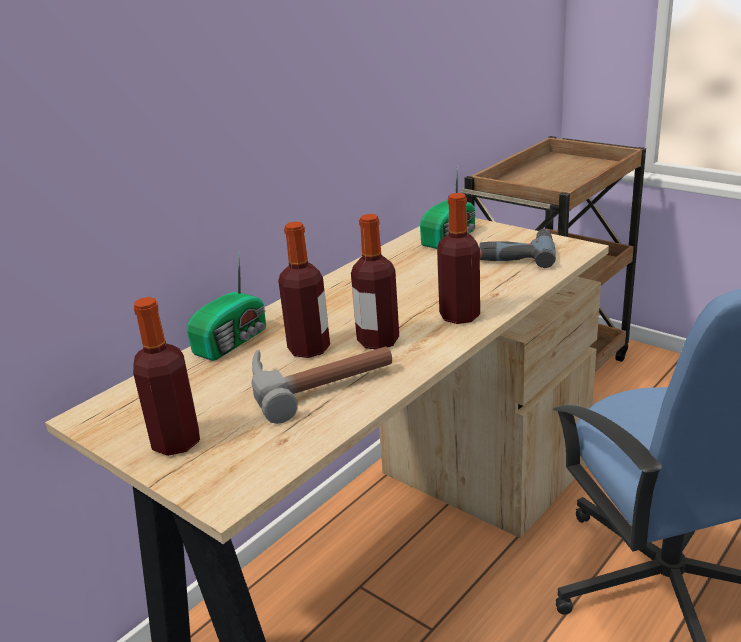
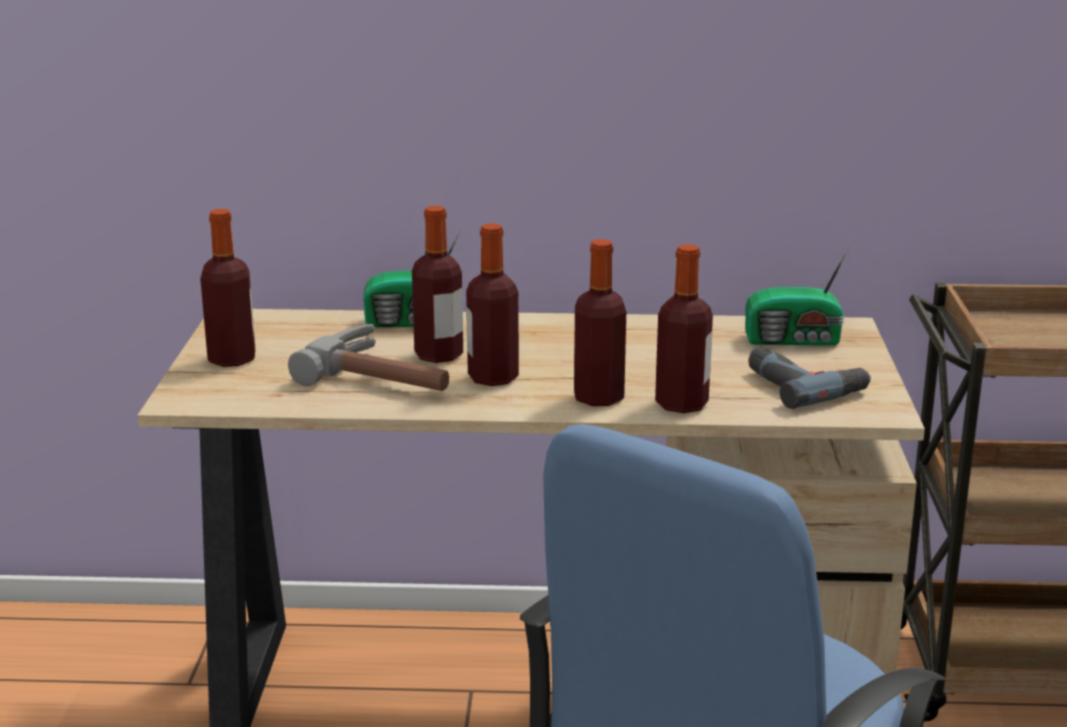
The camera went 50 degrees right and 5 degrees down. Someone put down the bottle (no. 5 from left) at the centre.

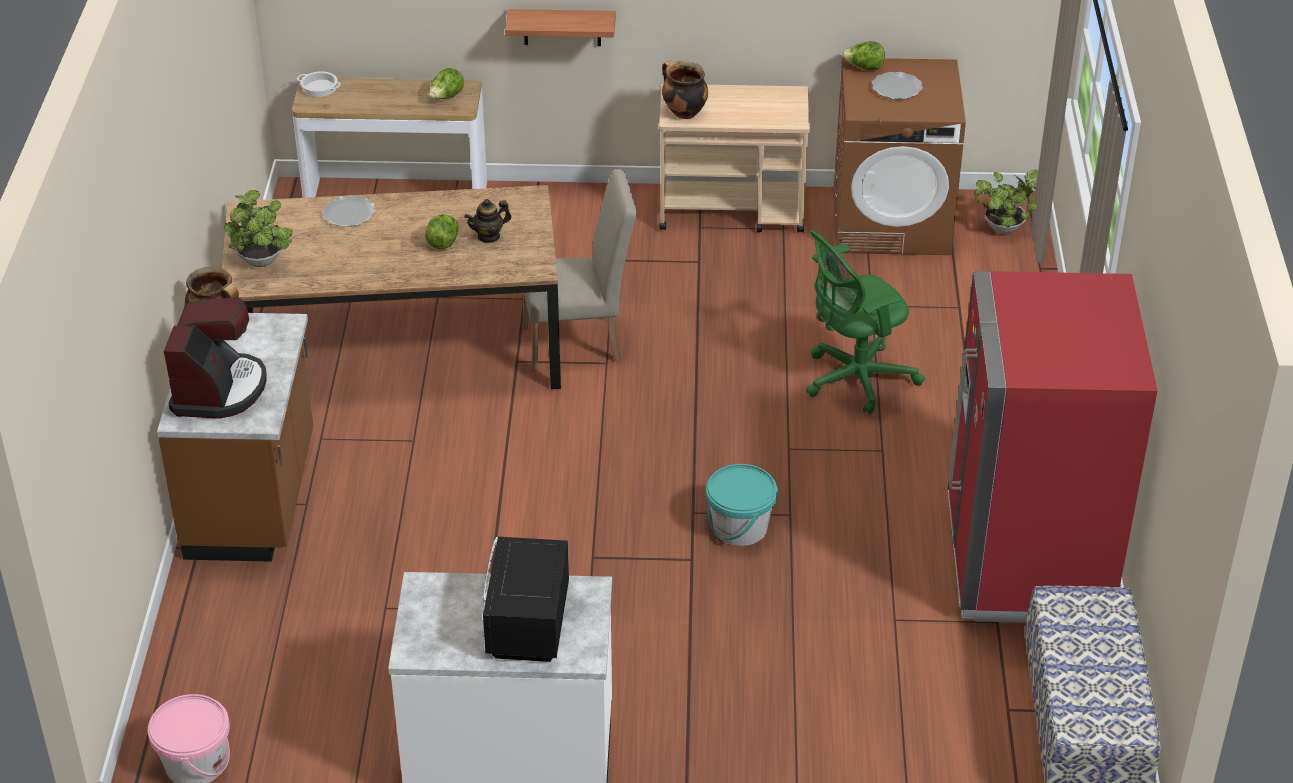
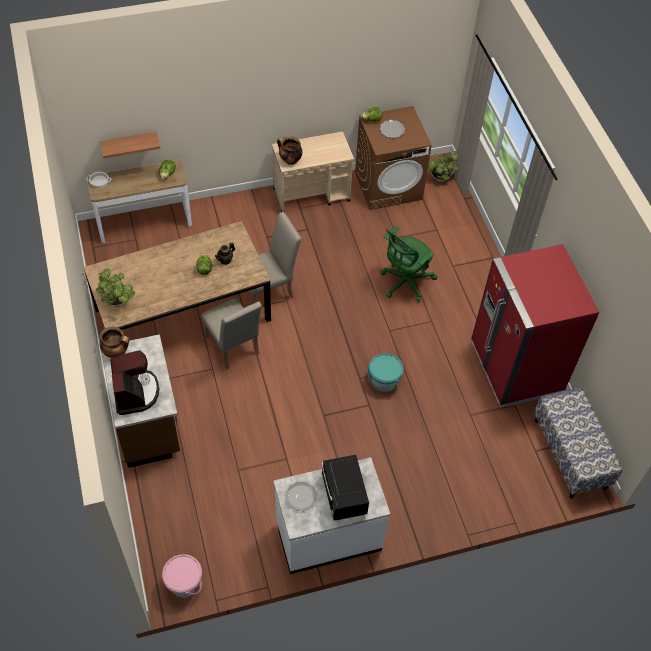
The camera went 20 degrees left and 15 degrees up. Someone carried the plate (no. 1 from left) from the top left to the bottom centre. Someone carried the shelf from the top centre to the top left. Someone put down the beige chair (no. 1 from left) at the centre.

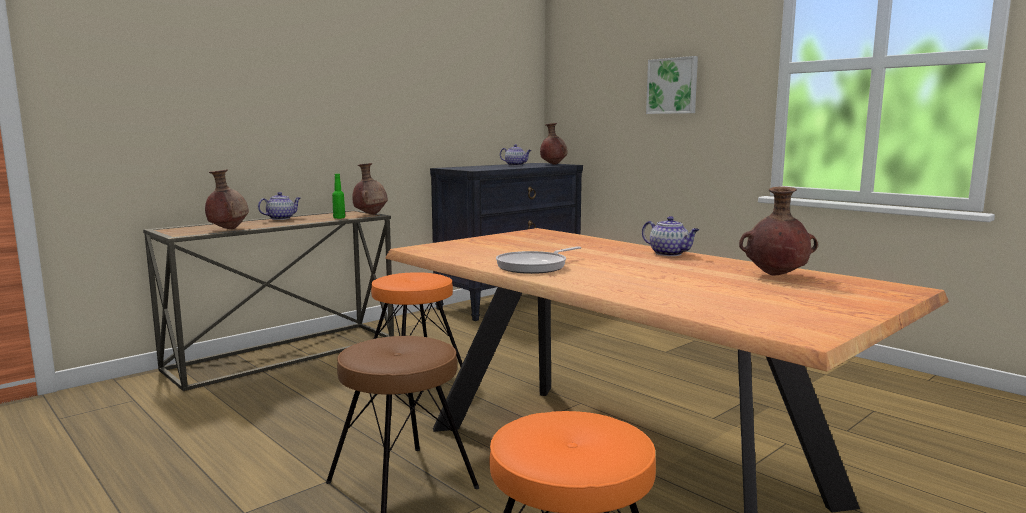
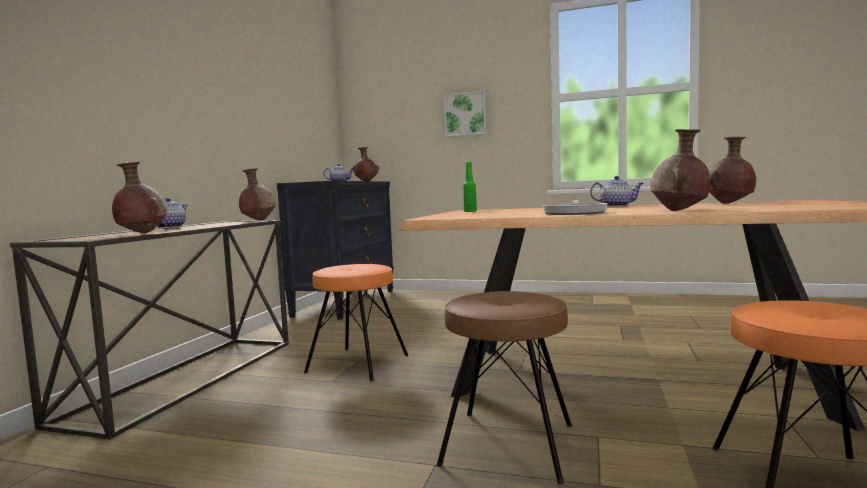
The camera went 30 degrees left and 5 degrees down. Someone carried the green bottle from the middle left to the centre. Someone put down the brown vase (no. 4 from left) at the middle right.

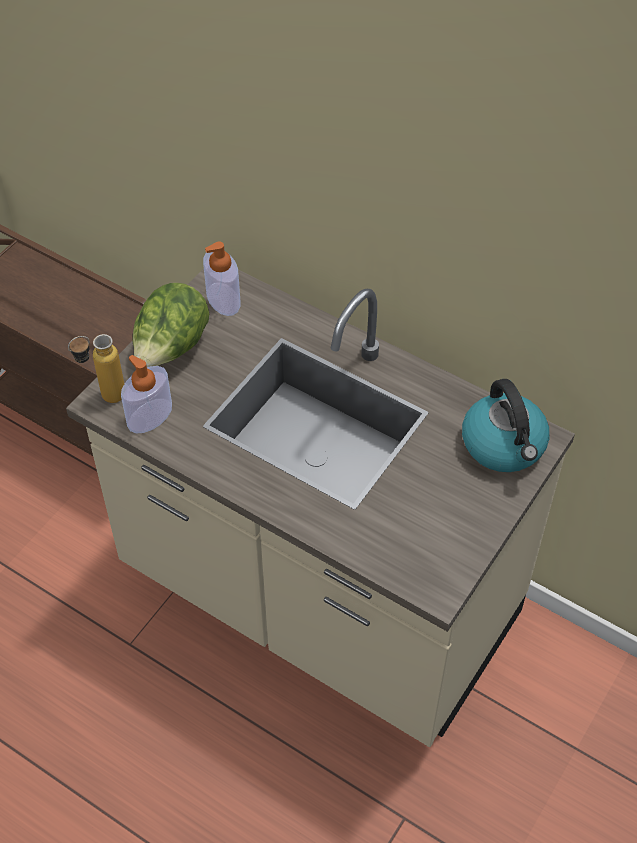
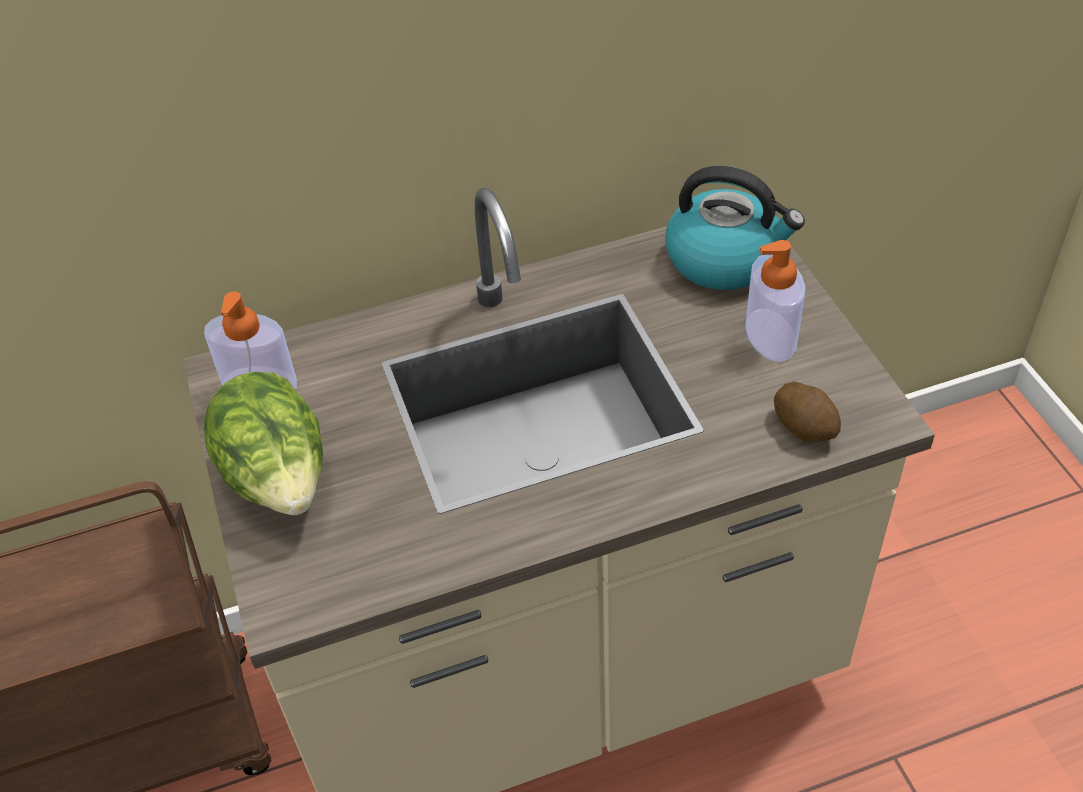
The camera went 50 degrees left and 5 degrees down. Someone took away the bottle at the middle left. Someone carried the soap dispenser (no. 1 from left in the first image) from the middle left to the middle right. Someone put down the potato at the middle right.

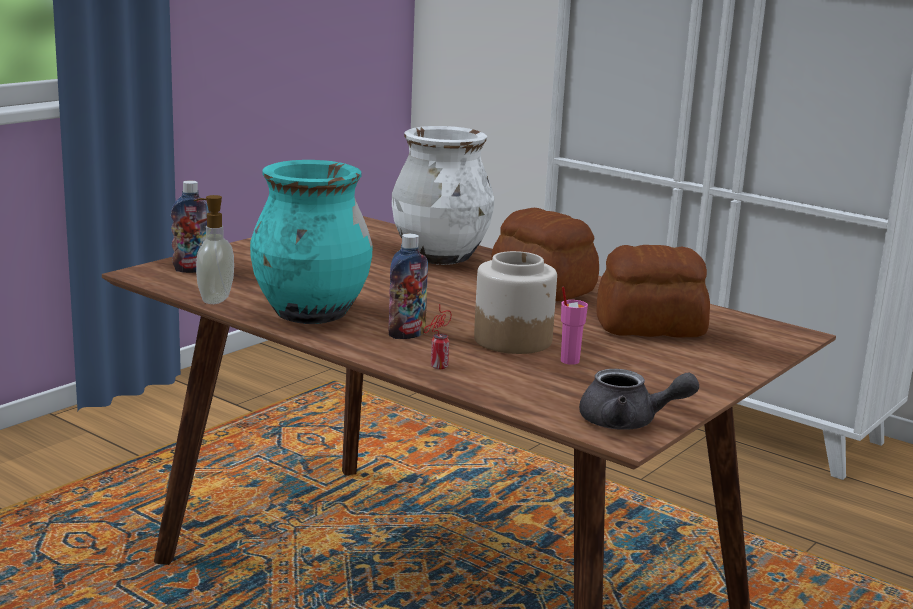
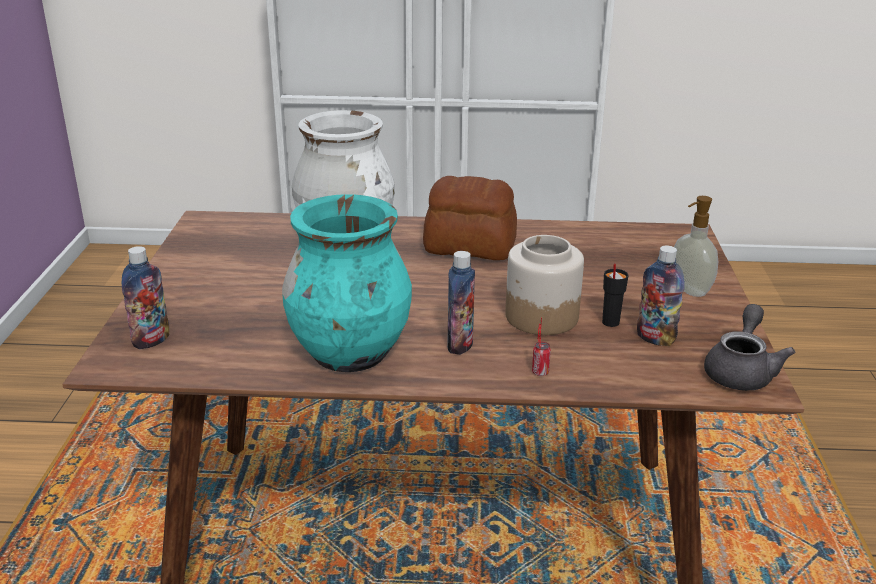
The camera went 35 degrees left and 10 degrees up. Someone carried the soap dispenser from the middle left to the middle right. Someone repainted the pink cup at the centre, which became the black cup at the middle right. Someone rotated the grey teapot at the middle right by 45 degrees counterclockwise. Someone took away the bread (no. 2 from left) at the middle right. Someone put down the bottle (no. 3 from left) at the middle right.

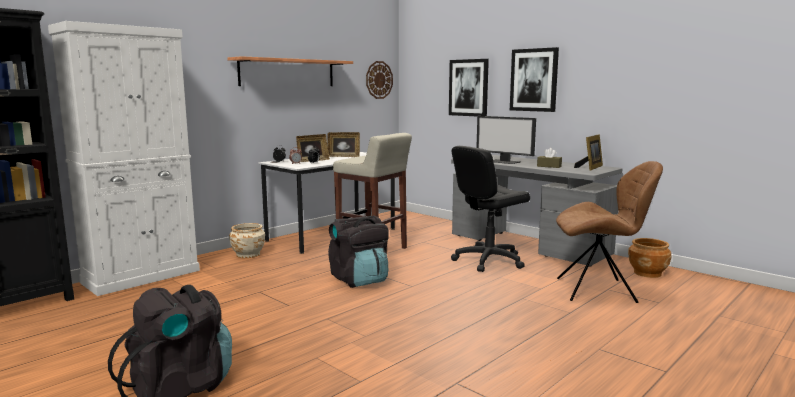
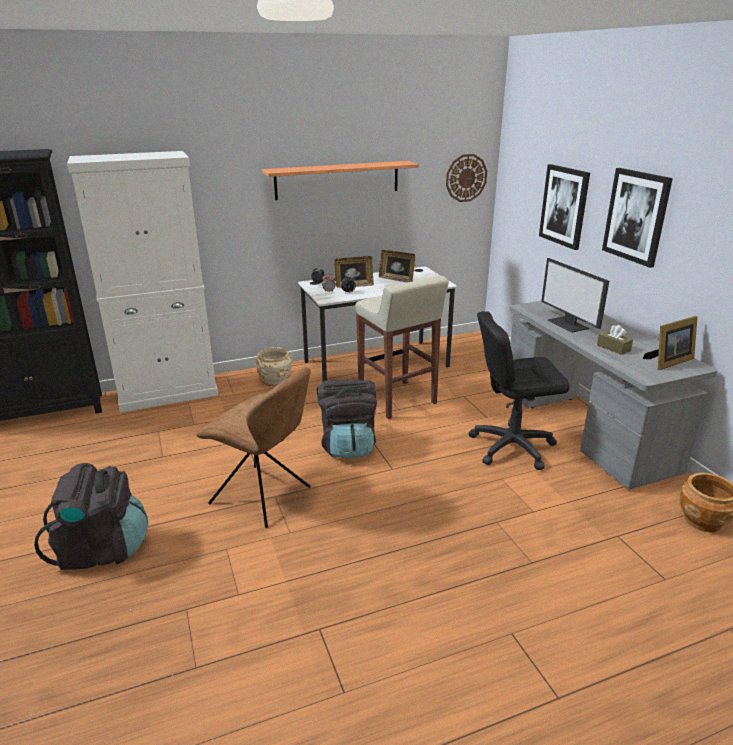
The camera went 25 degrees right and 15 degrees up. Someone carried the brown chair from the middle right to the centre.

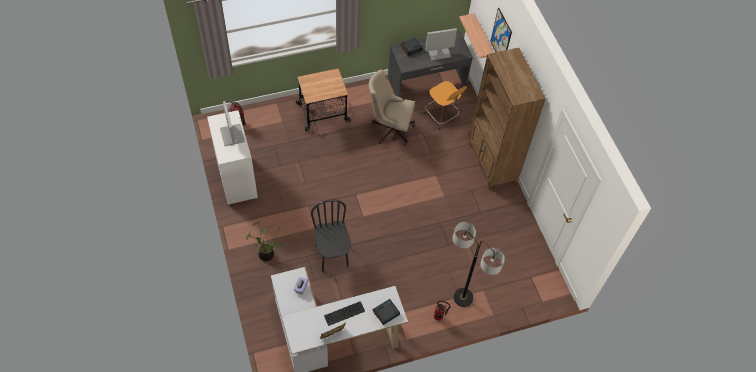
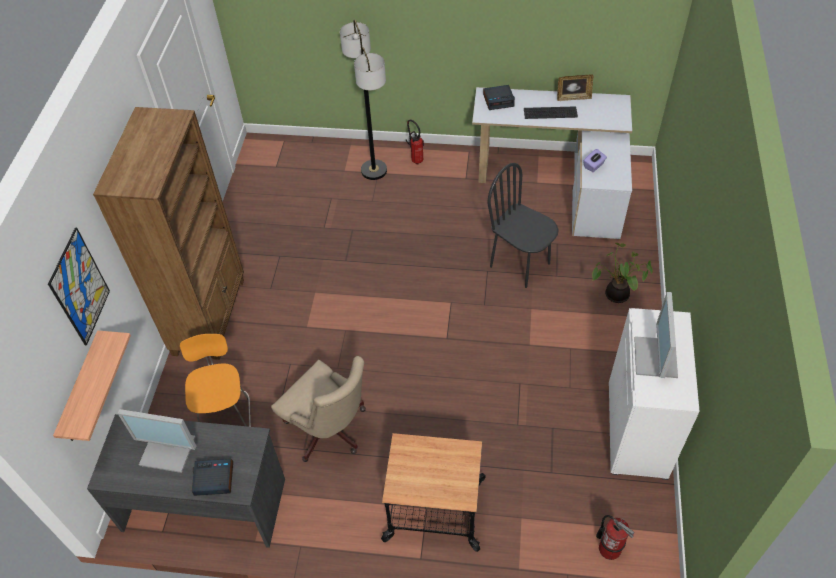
The camera went 150 degrees left and 5 degrees down. Someone rotated the black chair at the centre by 120 degrees clockwise.

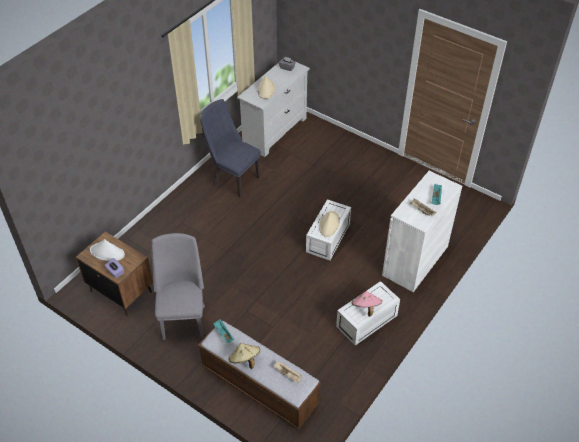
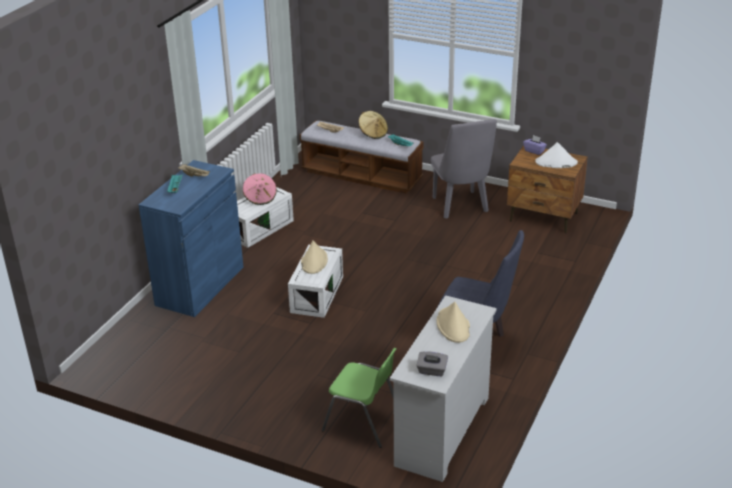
The camera went 170 degrees right and 15 degrees down. Someone repainted the white cabinet at the middle right, which became the blue cabinet at the middle left. Someone put down the green chair at the bottom centre.

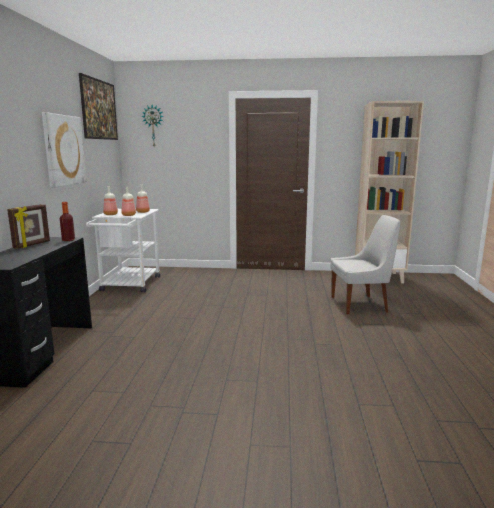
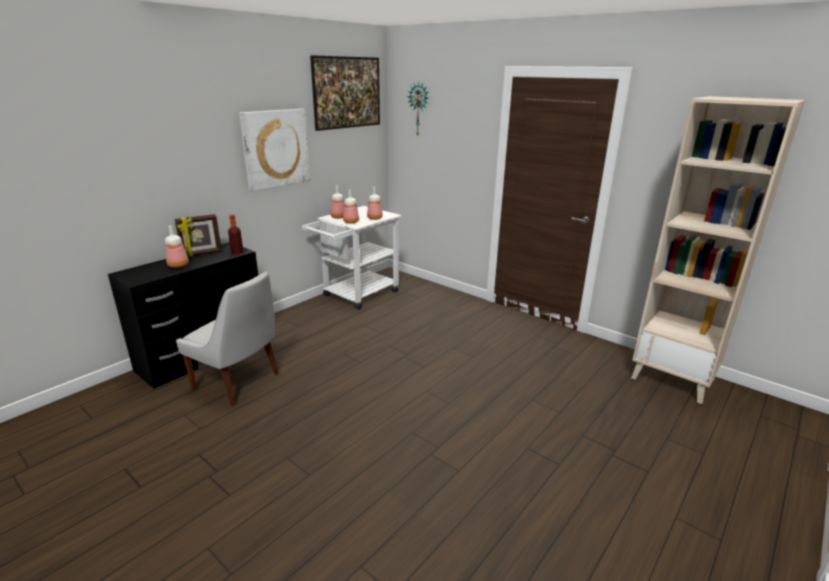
The camera went 35 degrees right and 10 degrees up. Someone carried the white chair from the middle right to the middle left. Someone put down the bottle (no. 1 from left) at the middle left.

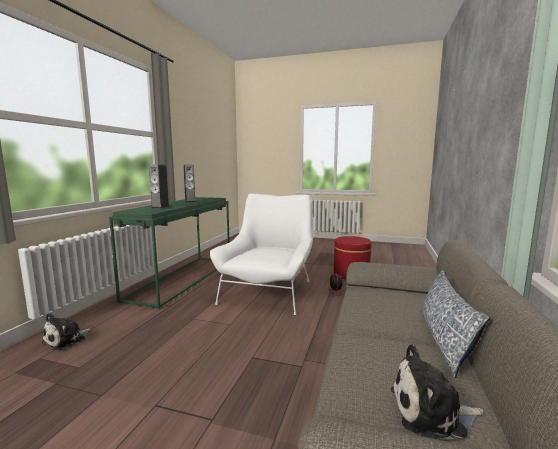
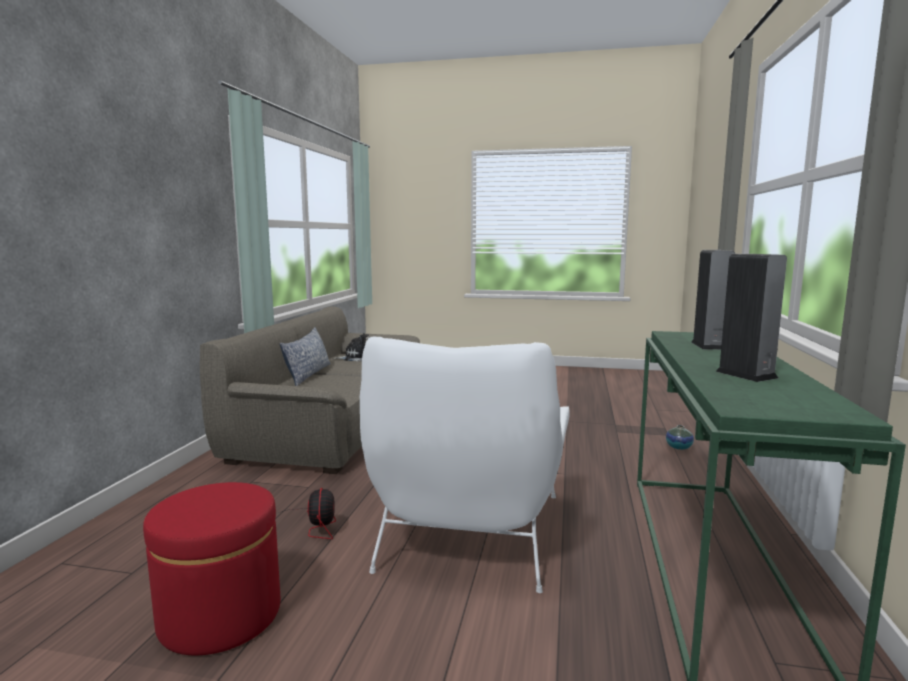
The camera went 175 degrees right and 0 degrees up. Someone swapped the plush toy (no. 1 from left) at the bottom left for the vase at the middle right.

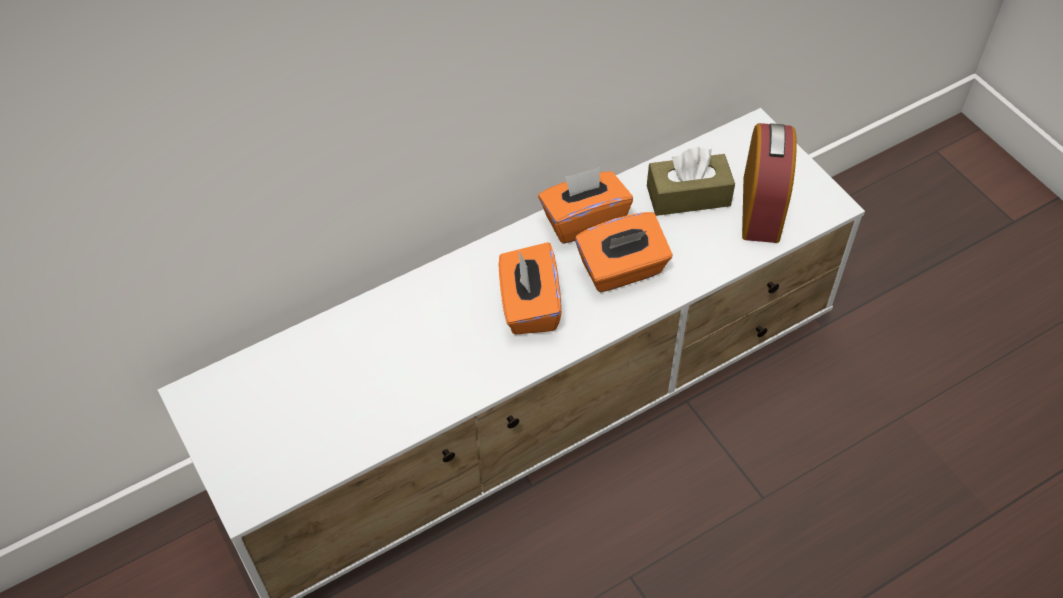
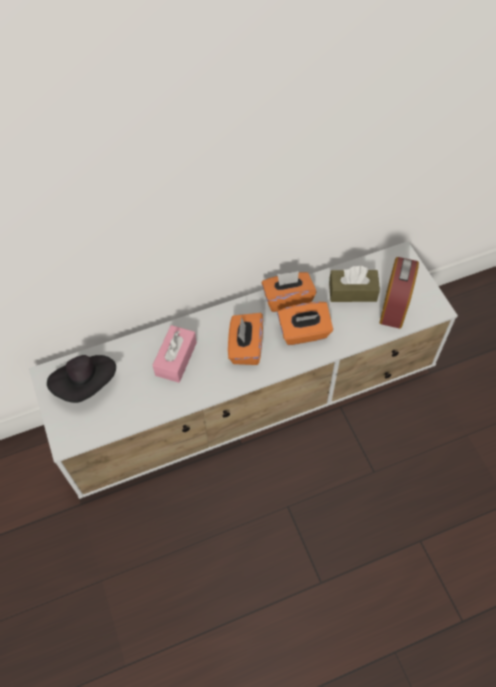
The camera went 10 degrees right and 5 degrees up. Someone put down the black hat at the middle left. Someone put down the pink tissue box at the centre.

